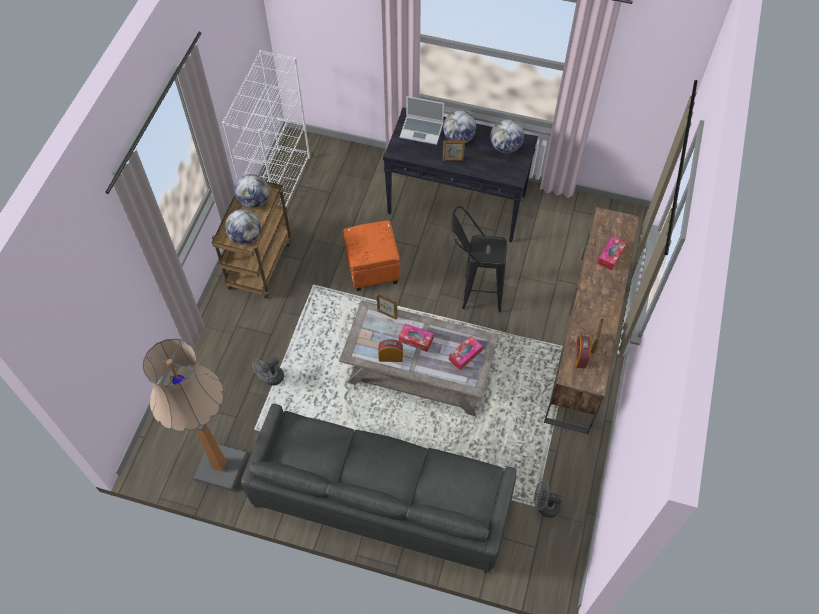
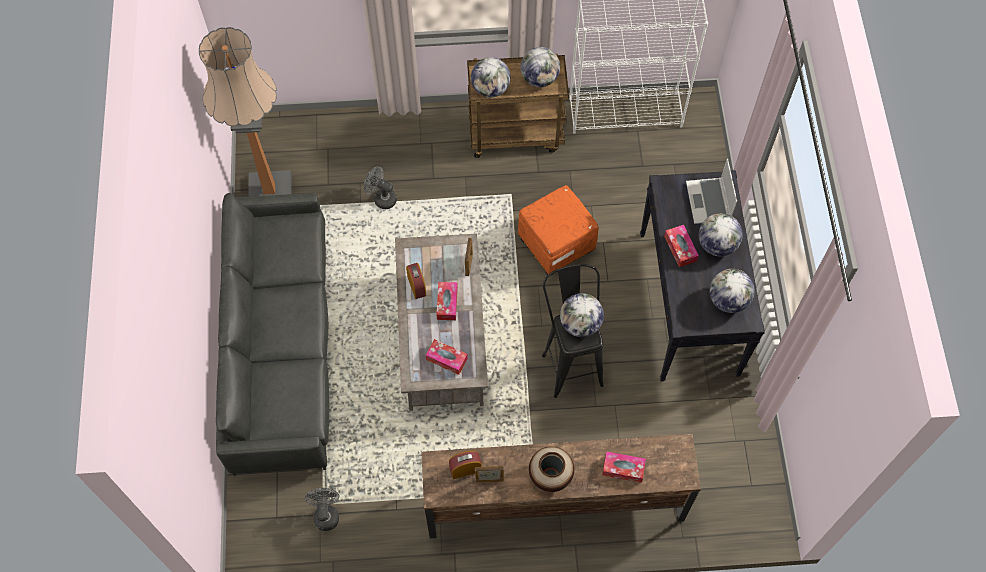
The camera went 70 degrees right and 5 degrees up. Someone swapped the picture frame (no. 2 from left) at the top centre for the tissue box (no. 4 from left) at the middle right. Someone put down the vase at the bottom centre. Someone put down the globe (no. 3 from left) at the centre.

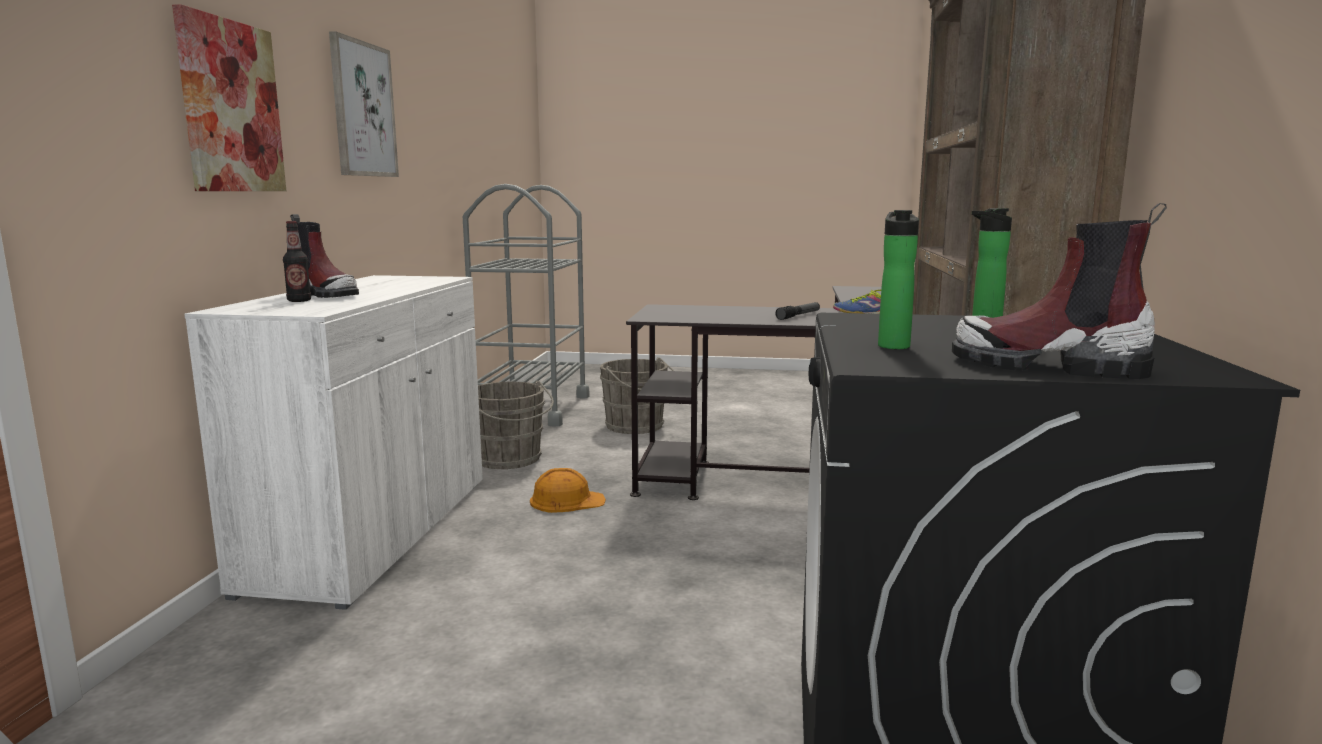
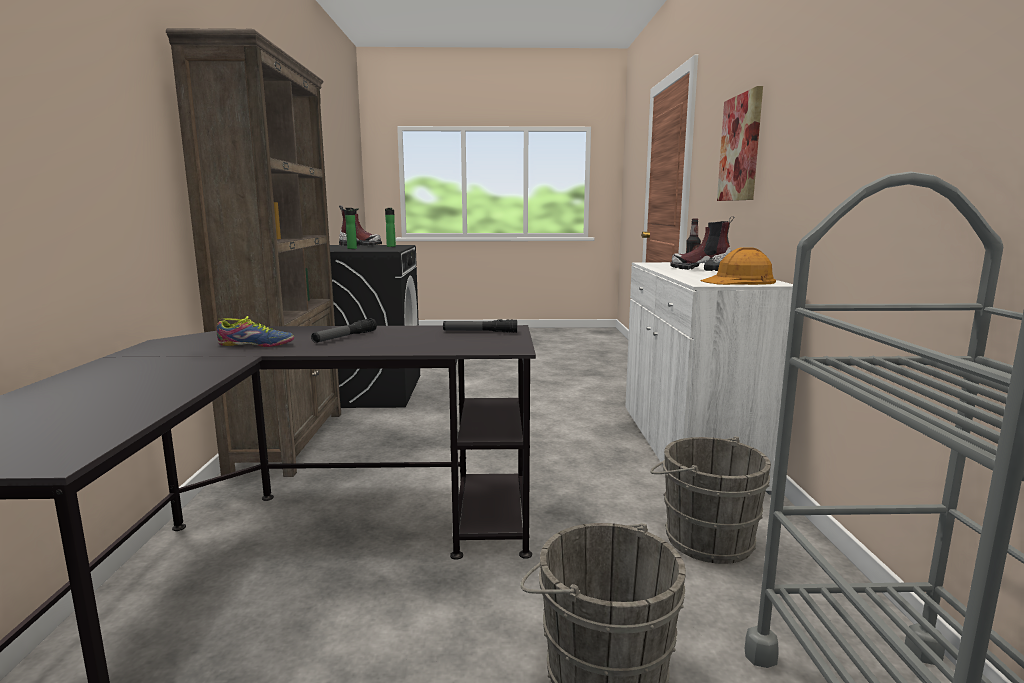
The camera went 170 degrees right and 0 degrees up. Someone took away the picture (no. 2 from left) at the top left. Someone carried the orange hard hat from the centre to the middle right. Someone put down the flashlight (no. 2 from left) at the centre.

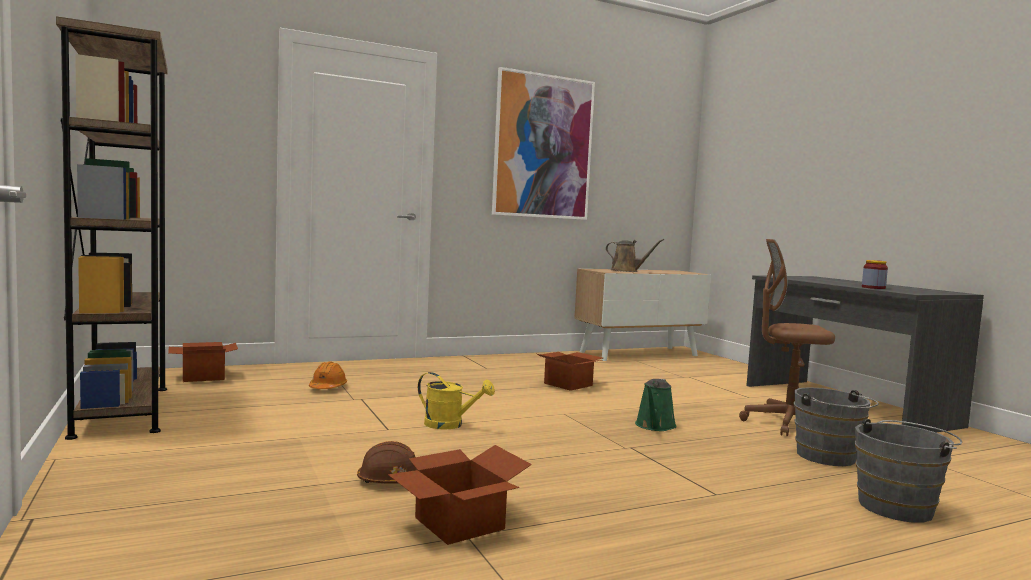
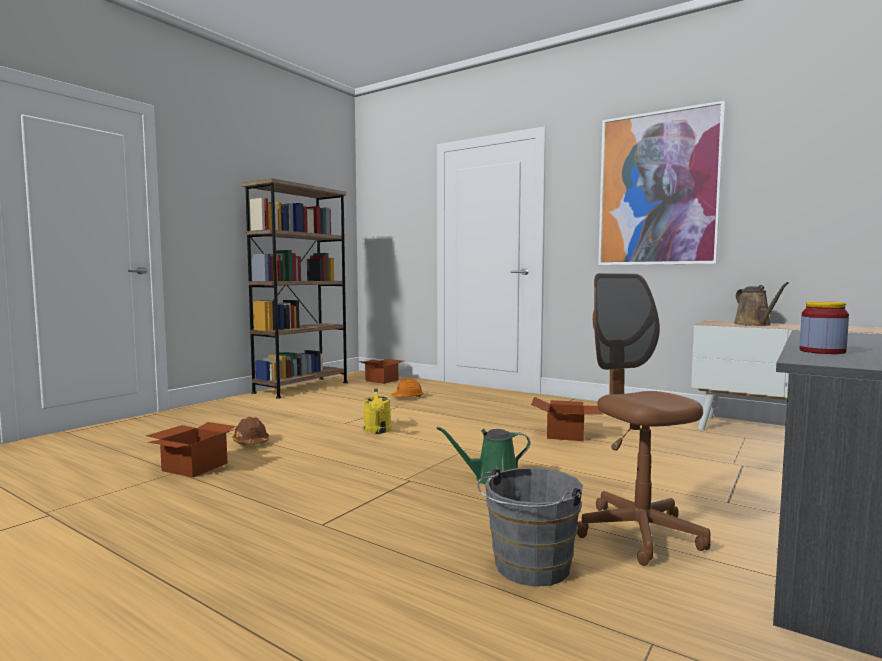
The camera went 60 degrees right and 0 degrees up. Someone took away the grey bucket (no. 2 from left) at the bottom right.

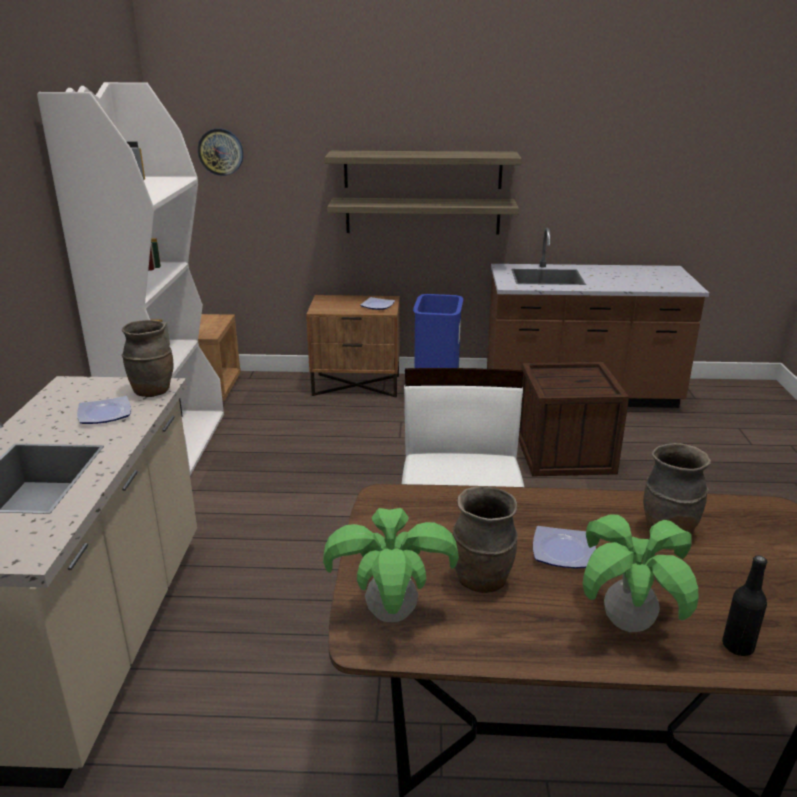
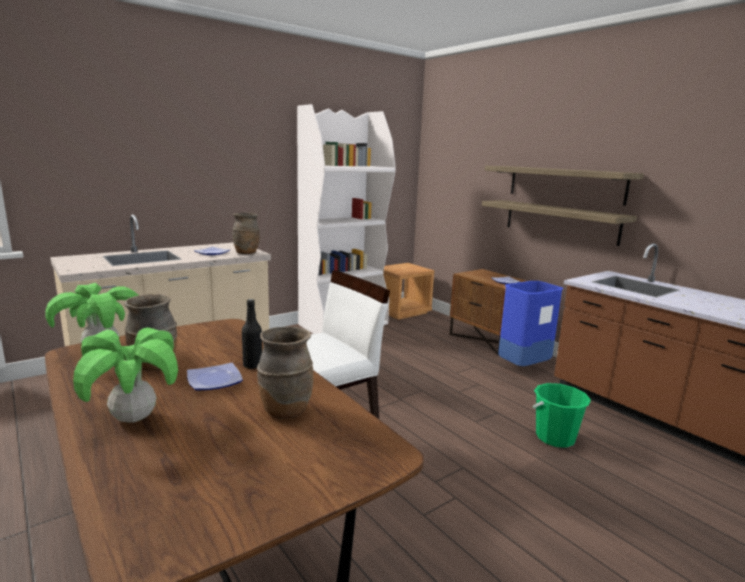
The camera went 50 degrees right and 10 degrees down. Someone took away the wall clock at the top left. Someone swapped the crate at the middle right for the green bucket at the bottom right. Someone carried the black bottle from the bottom right to the centre.

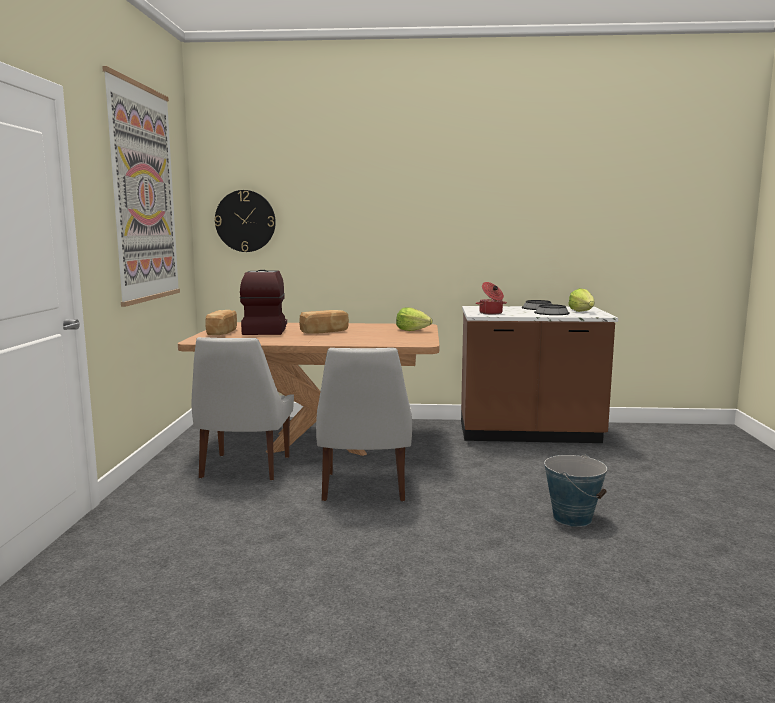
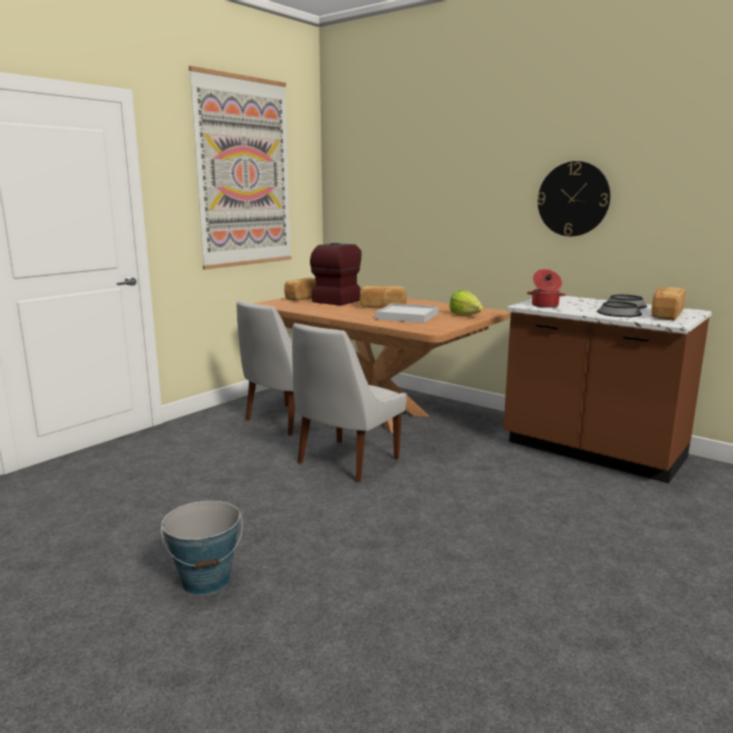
The camera went 35 degrees right and 5 degrees up. Someone carried the wall clock from the top left to the top right. Someone carried the bucket from the bottom right to the bottom left. Someone swapped the lettuce (no. 2 from left) at the middle right for the bread (no. 3 from left) at the middle right. Someone put down the white tray at the centre.

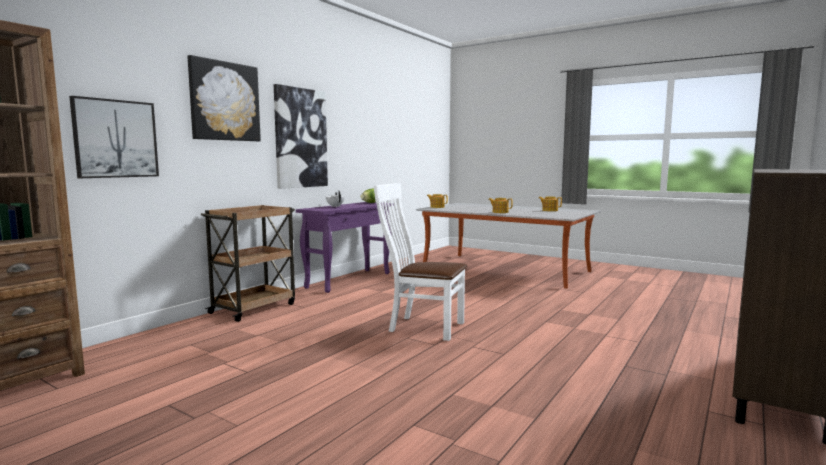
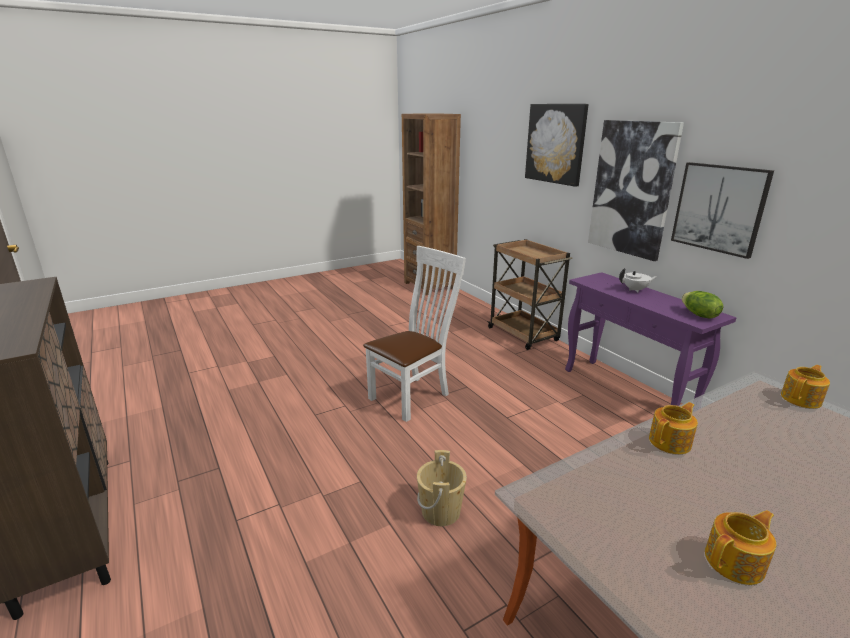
The camera went 115 degrees right and 15 degrees up. Someone carried the picture (no. 1 from left in the first image) from the top left to the top right. Someone put down the beige bucket at the bottom centre.

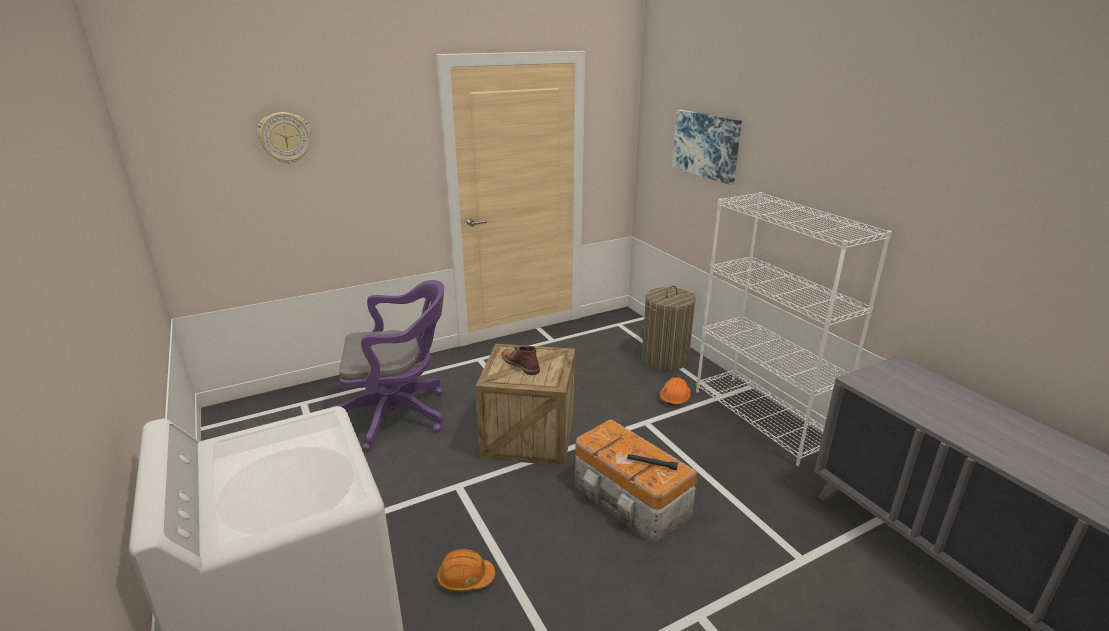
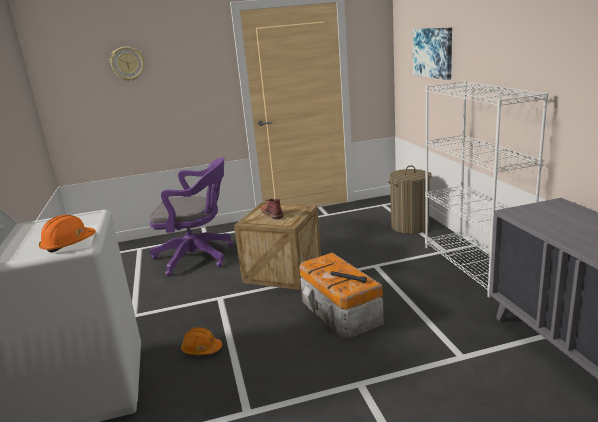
The camera went 15 degrees right and 5 degrees down. Someone carried the orange hard hat (no. 2 from left in the first image) from the centre to the middle left.

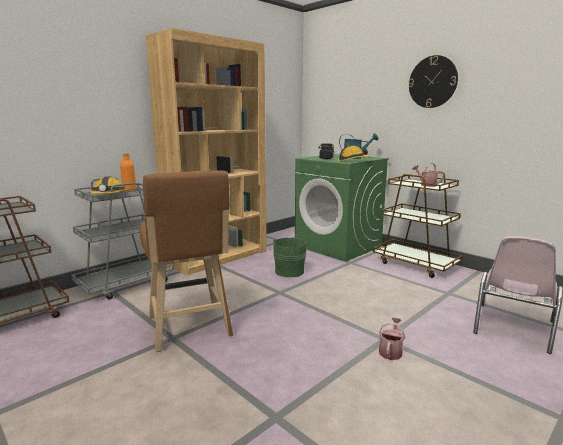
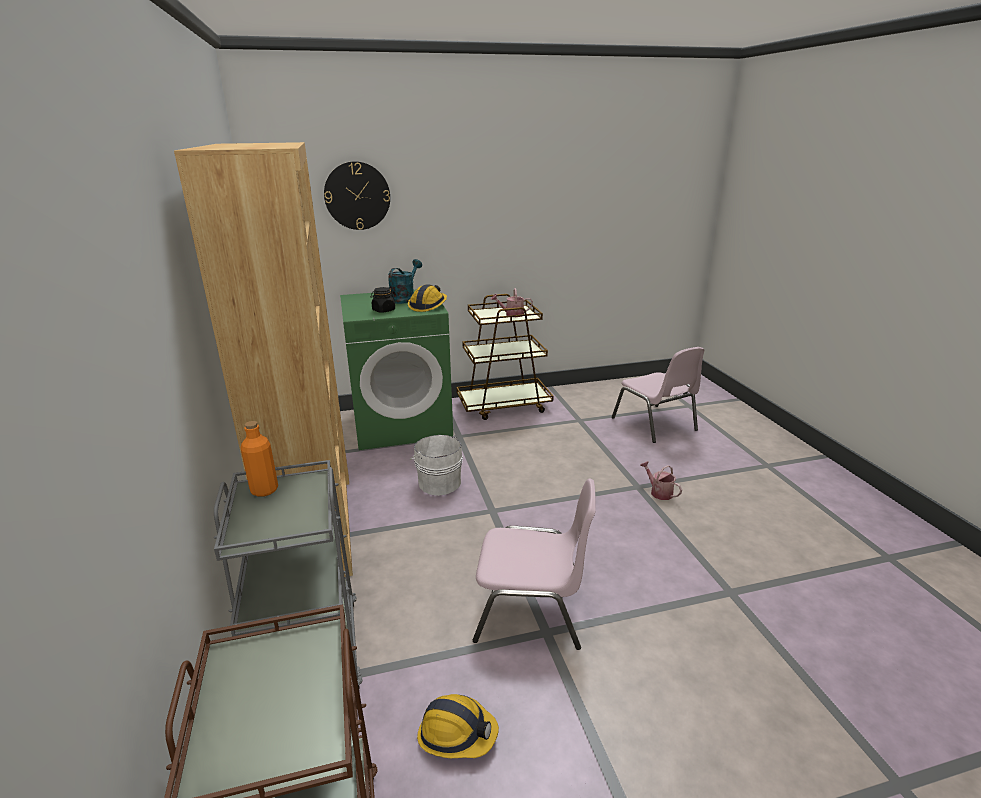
The camera went 60 degrees left and 10 degrees up. Someone carried the hard hat (no. 1 from left in the first image) from the middle left to the bottom centre. Someone swapped the brown stool at the middle left for the pink chair (no. 1 from left) at the bottom centre. Someone repainted the green bucket at the centre, which became the white bucket at the centre. Someone carried the wall clock from the top right to the top centre.

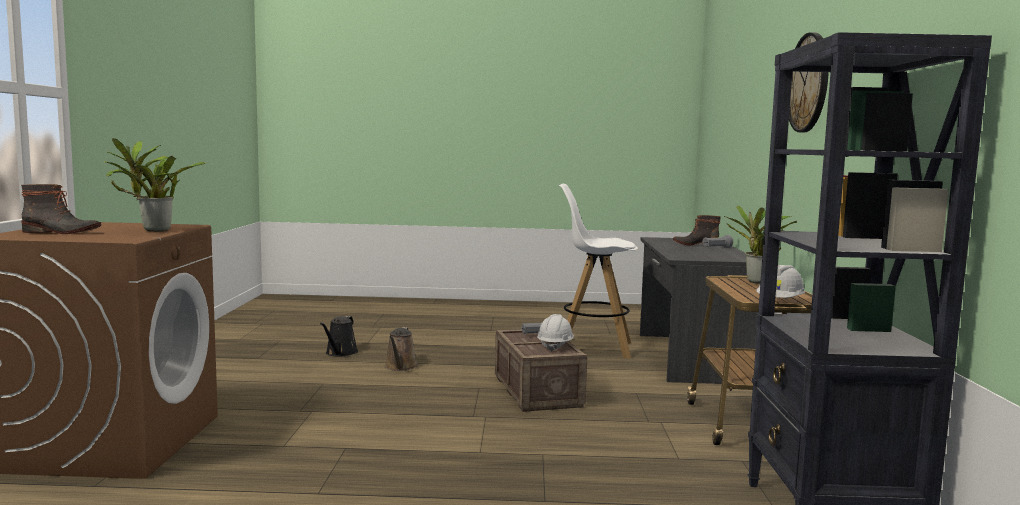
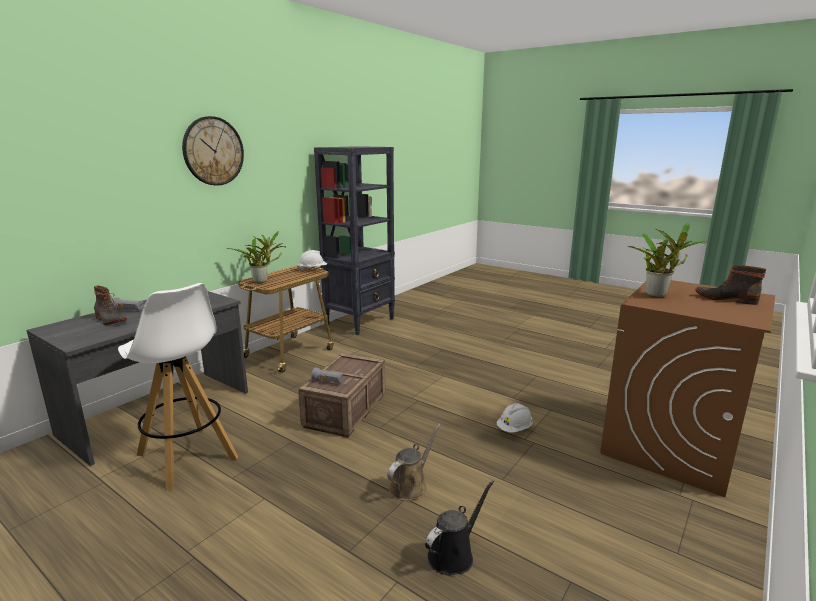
The camera went 145 degrees left and 10 degrees up. Someone carried the white hard hat (no. 1 from left in the first image) from the centre to the bottom centre.

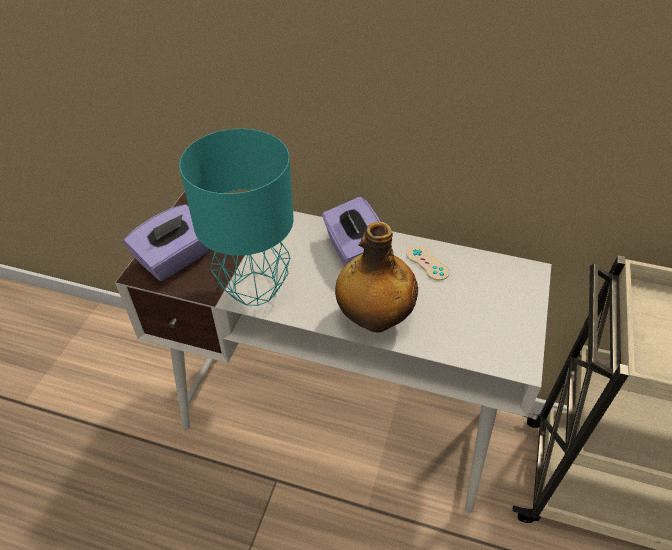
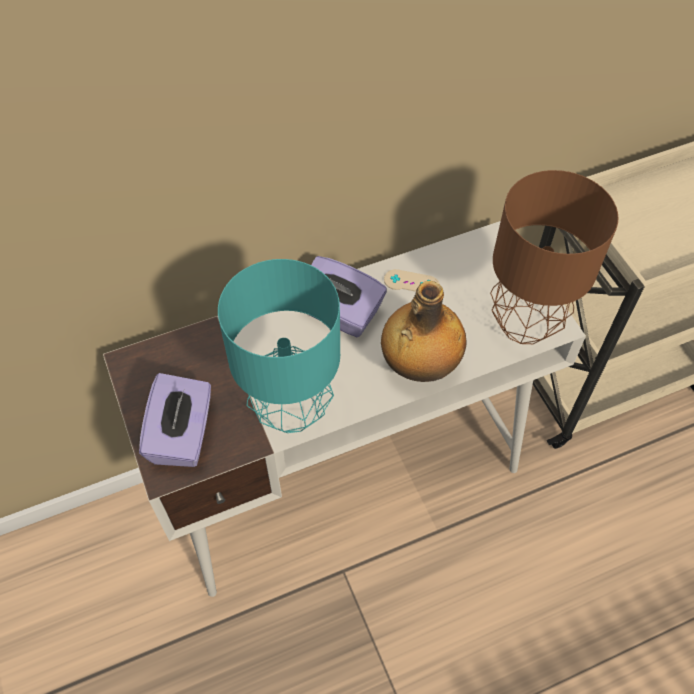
The camera went 40 degrees left and 10 degrees up. Someone put down the brown table lamp at the middle right.

